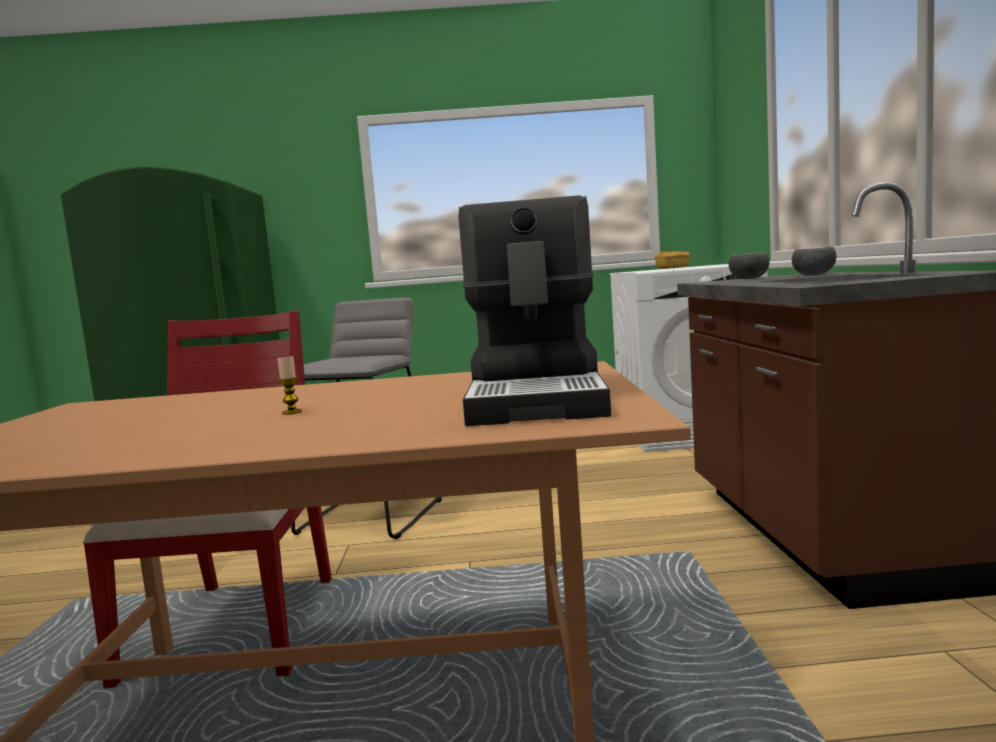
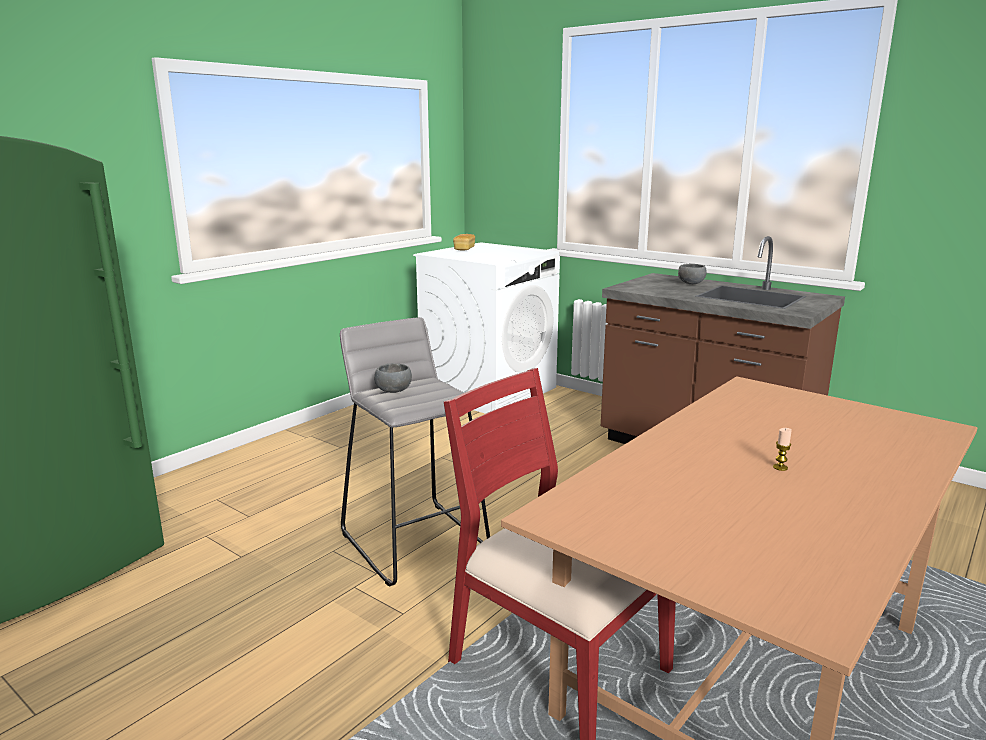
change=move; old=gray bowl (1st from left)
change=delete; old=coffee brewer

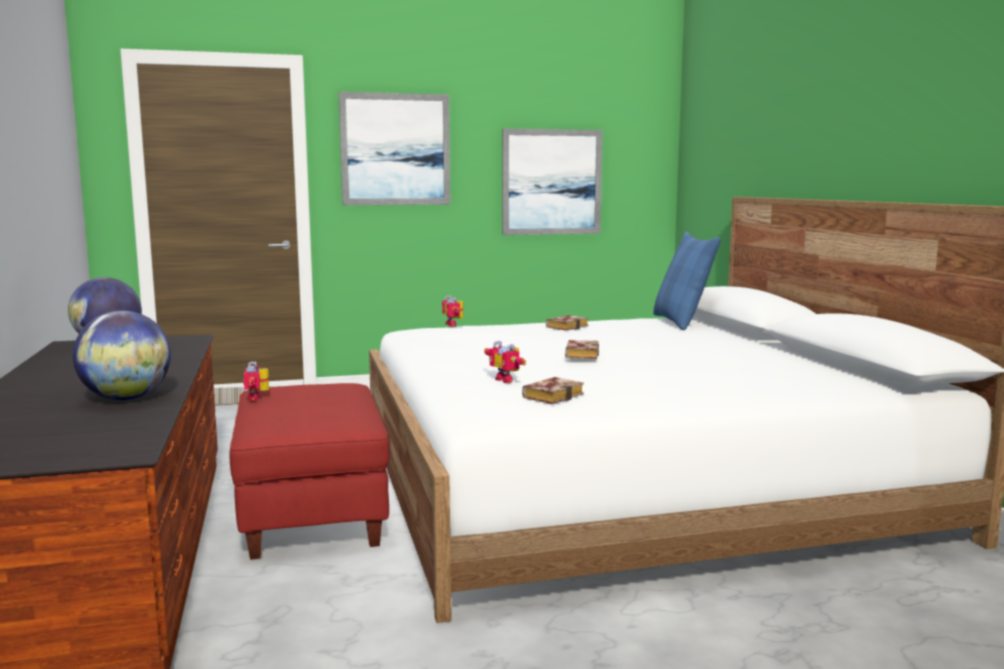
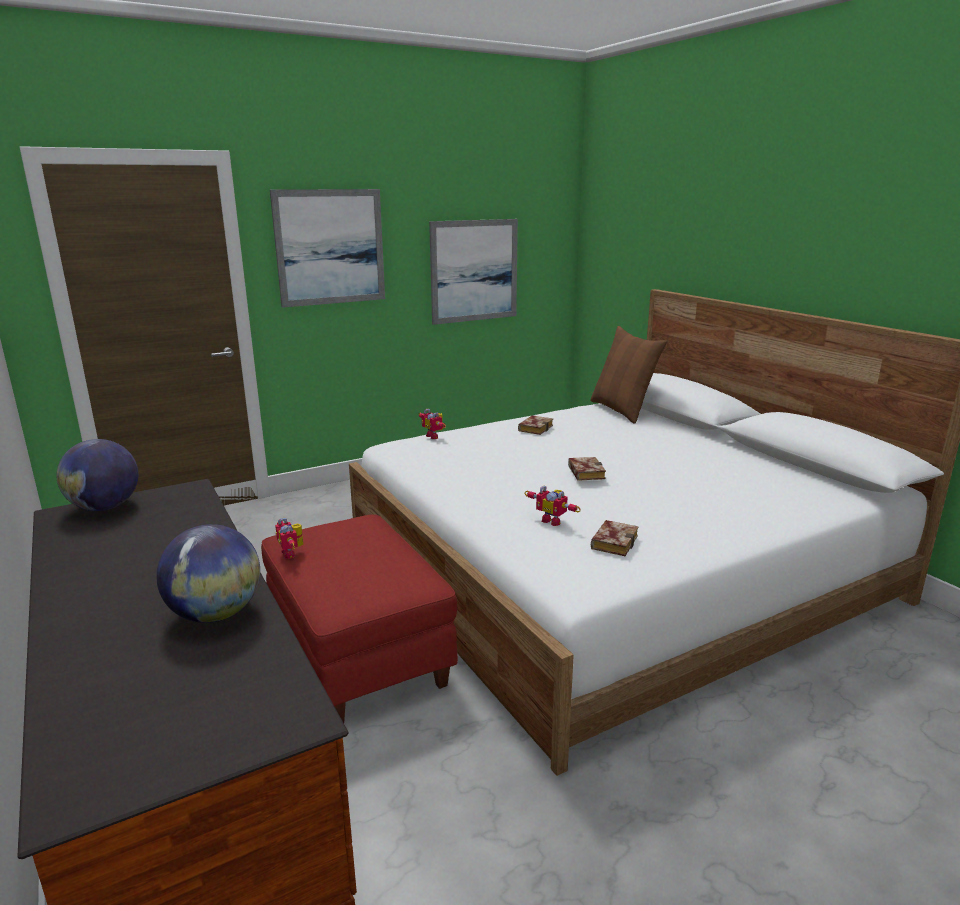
change=recolor; old=blue-coloured throw pillow; new=brown throw pillow

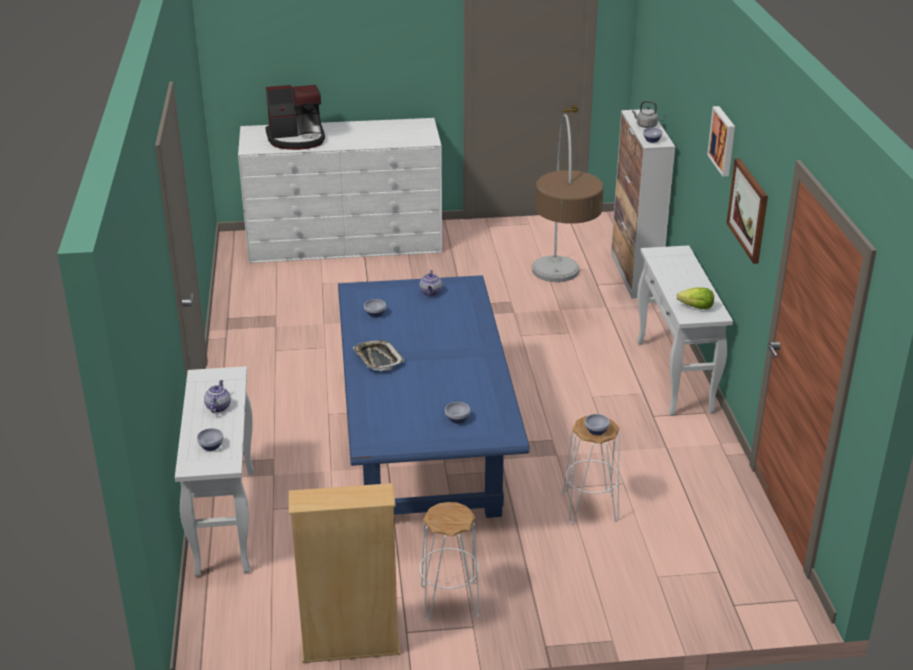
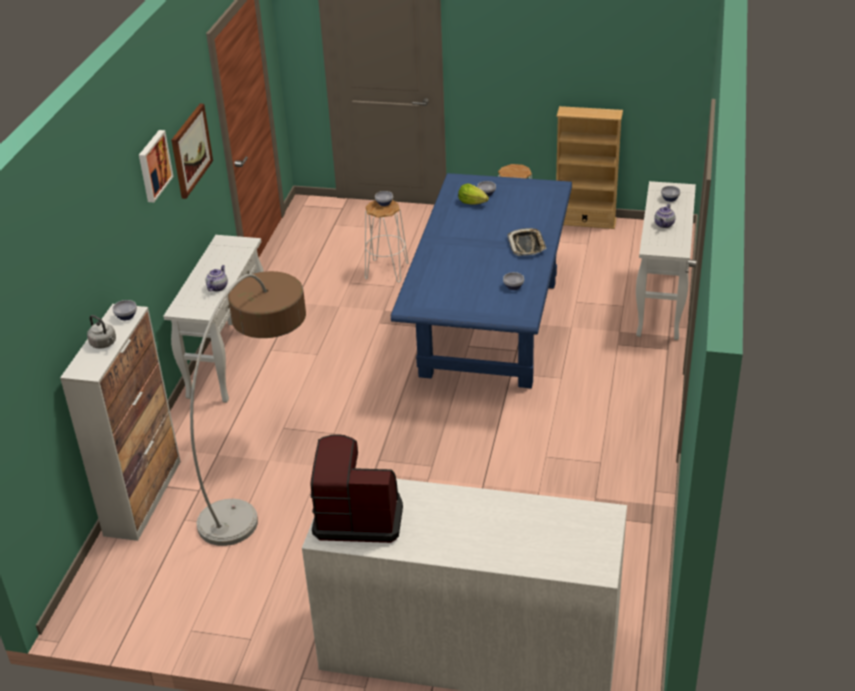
change=move; old=teapot (2nd from left in the first image); new=teapot (1st from left)
change=move; old=coffee brewer
change=move; old=lettuce head

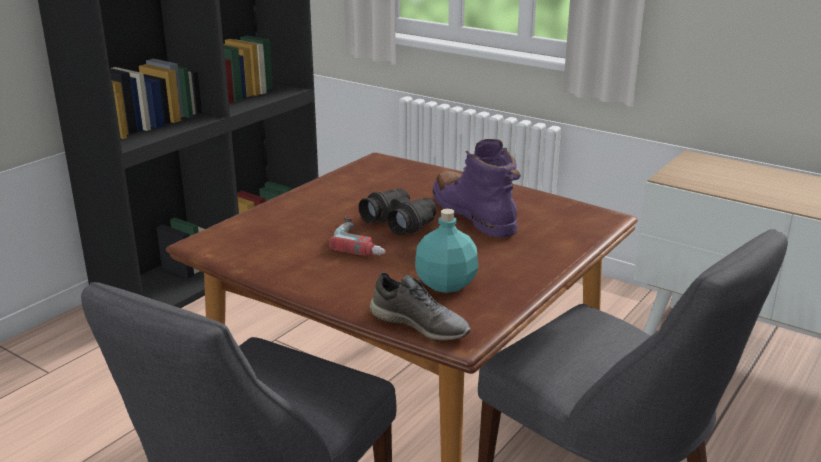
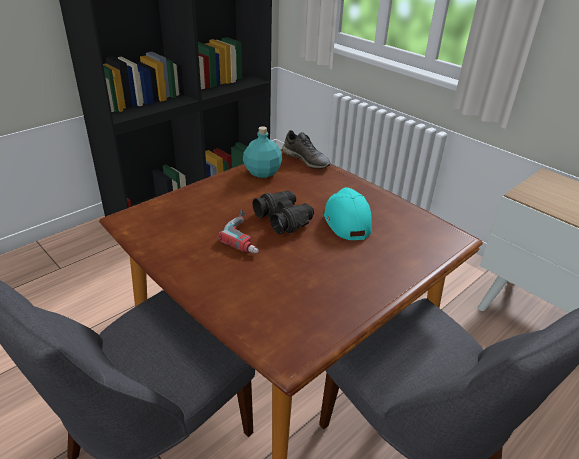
change=move; old=turquoise beverage bottle
change=move; old=gray shoe
change=replace; old=purple-coloured boot; new=turquoise baseball cap

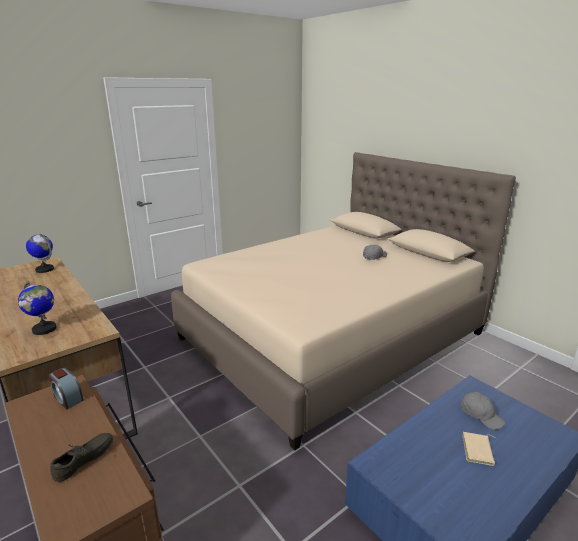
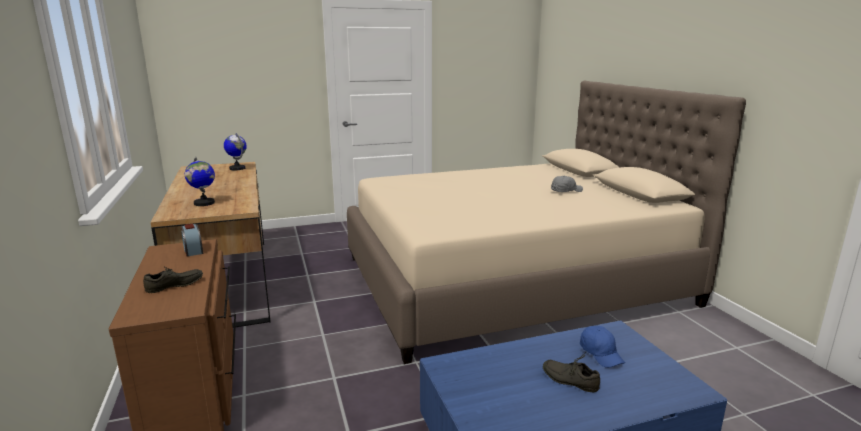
change=replace; old=beige-coloured book; new=gray shoe (2nd from left)
change=recolor; old=gray baseball cap (2nd from left); new=blue-coloured baseball cap

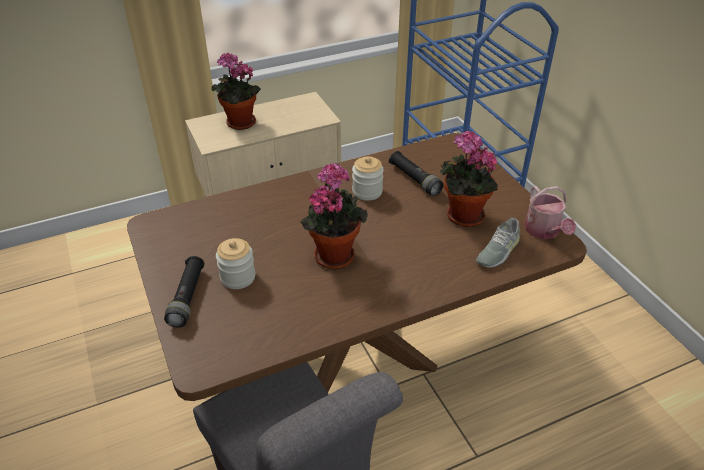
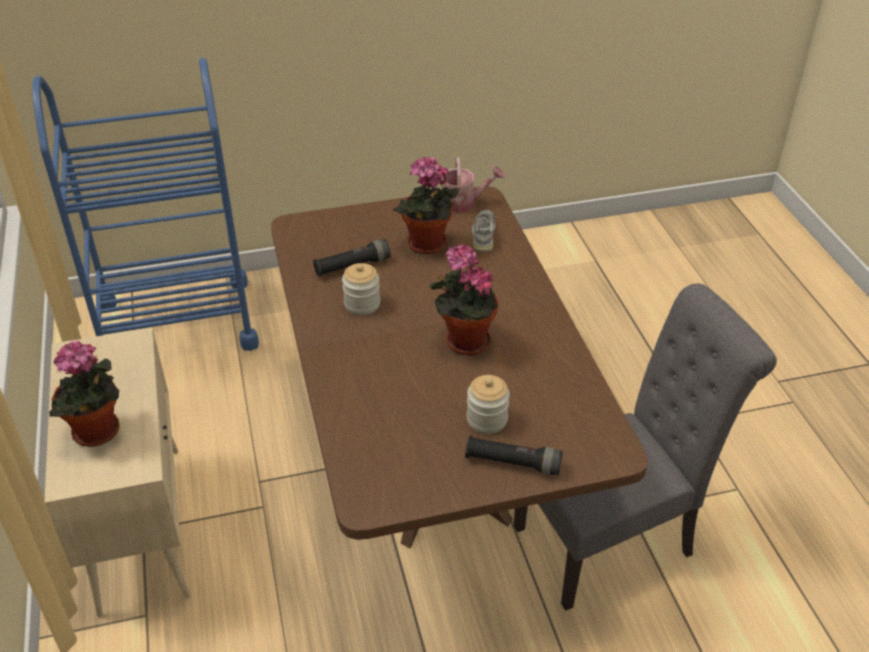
change=rotate; old=gray shoe; degrees=-135

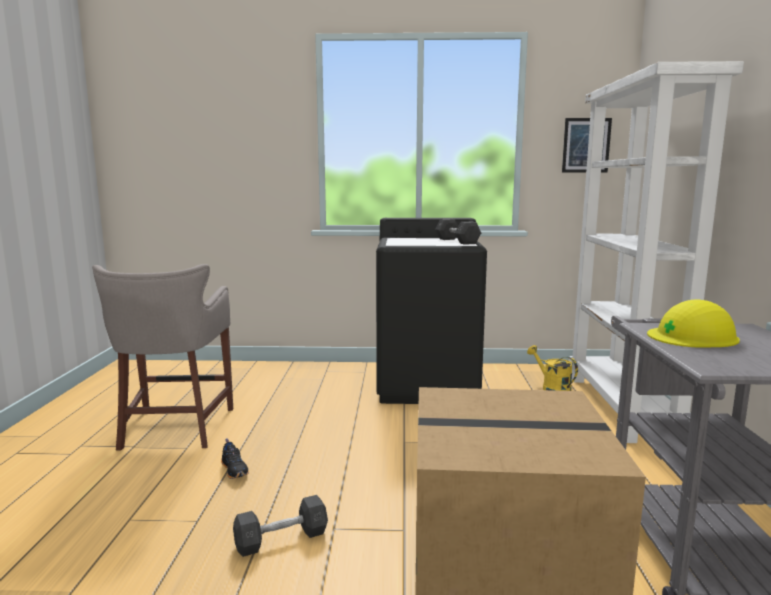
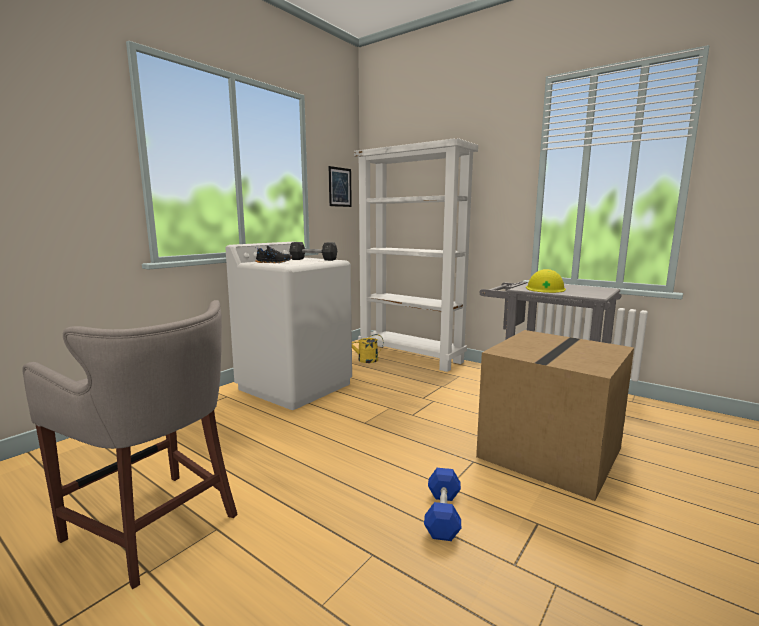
change=recolor; old=black laundry machine; new=white laundry machine
change=move; old=black shoe
change=recolor; old=gray dumbbell (1st from left); new=blue-coloured dumbbell

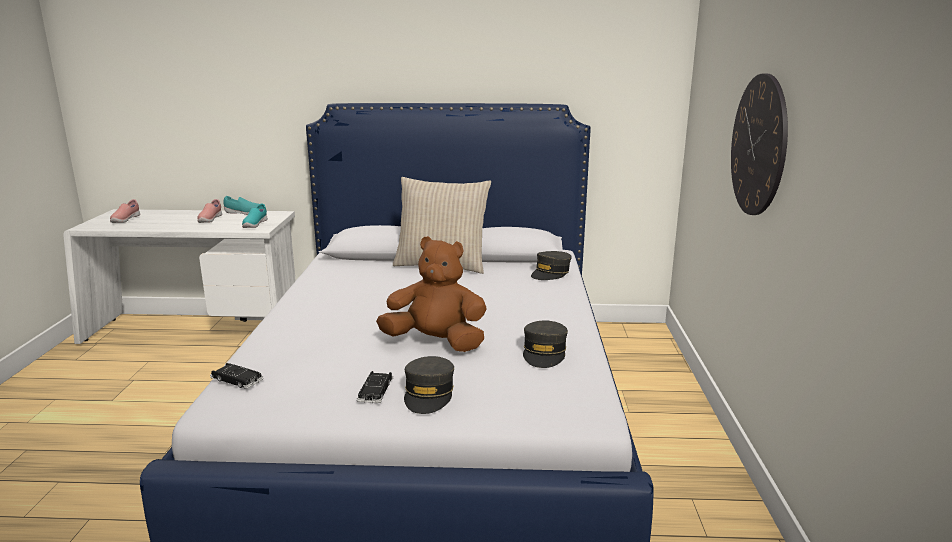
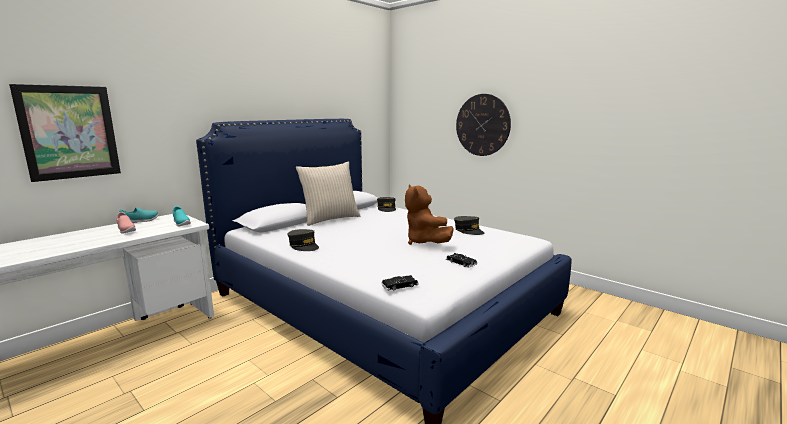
change=insert; new=picture
change=move; old=gray baseball cap (1st from left)
change=rotate; old=brown cuddly toy; degrees=-75
change=delete; old=pinkish shoe (1st from left)

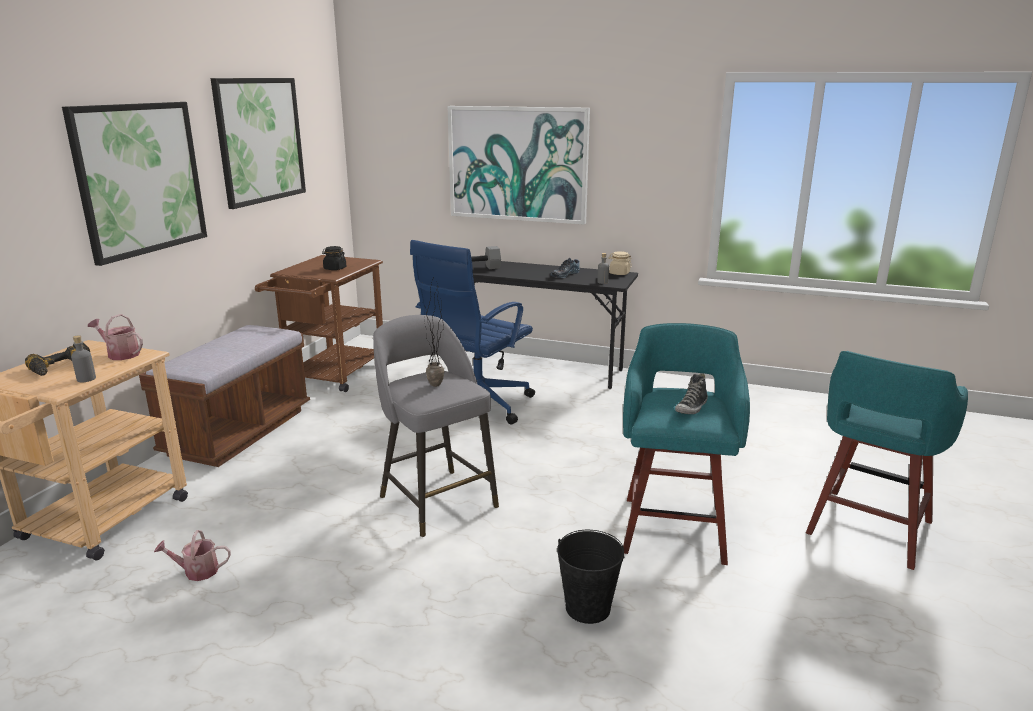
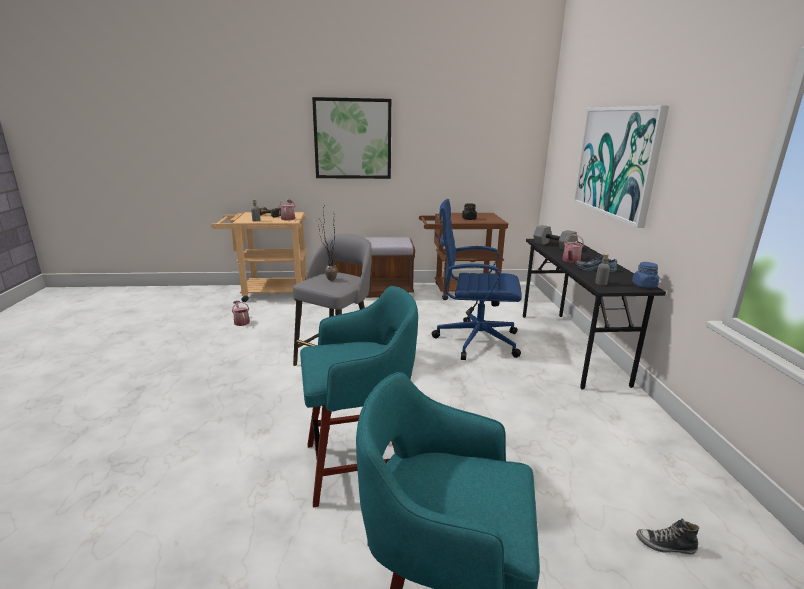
change=insert; new=sprinkling can (3rd from left)
change=recolor; old=beige-coloured storage jar; new=blue-coloured storage jar
change=move; old=shoe (2nd from left)
change=delete; old=picture (2nd from left)
change=delete; old=black water bucket

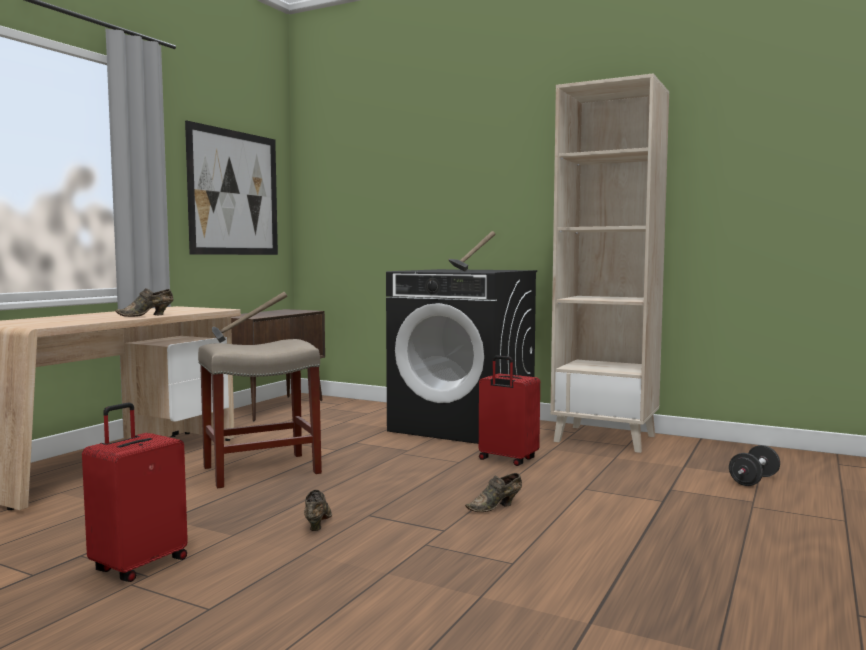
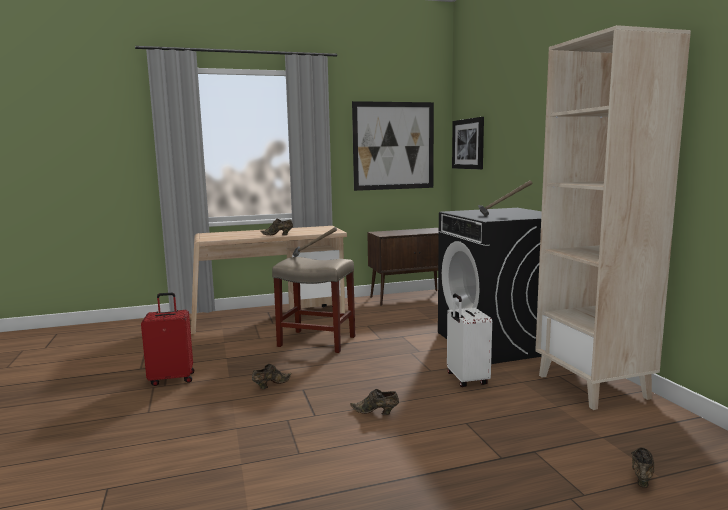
change=recolor; old=red-coloured piece of luggage (2nd from left); new=white piece of luggage
change=insert; new=picture (2nd from left)
change=replace; old=black dumbbell; new=brown shoe (4th from left)

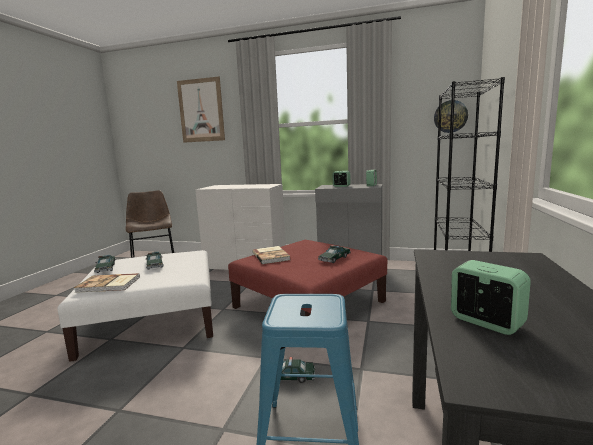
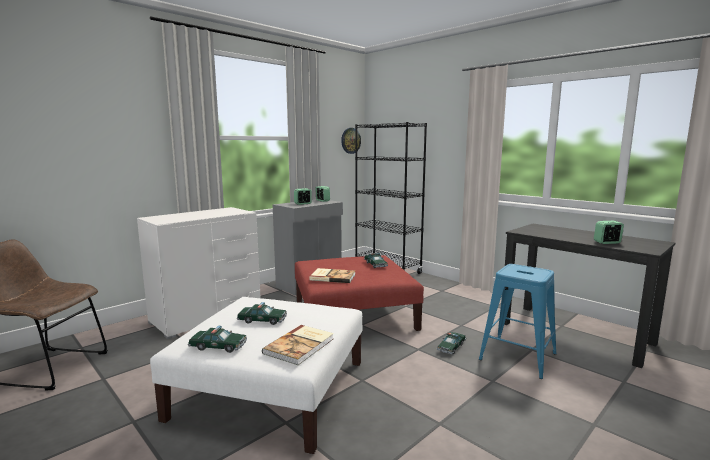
change=delete; old=picture

